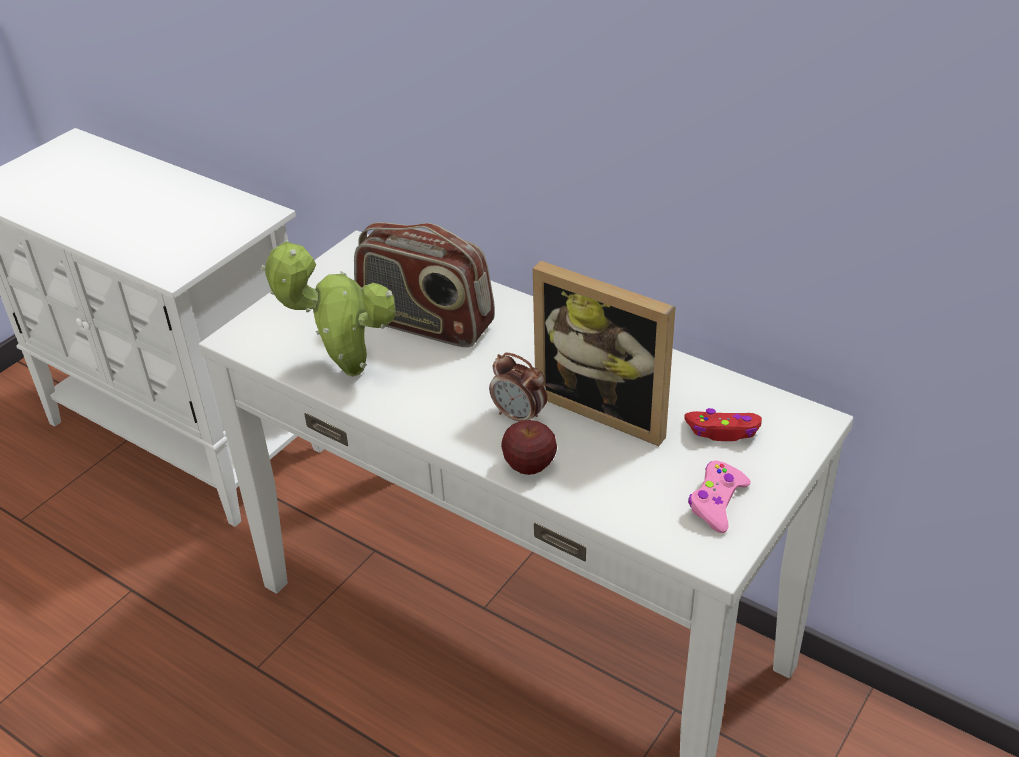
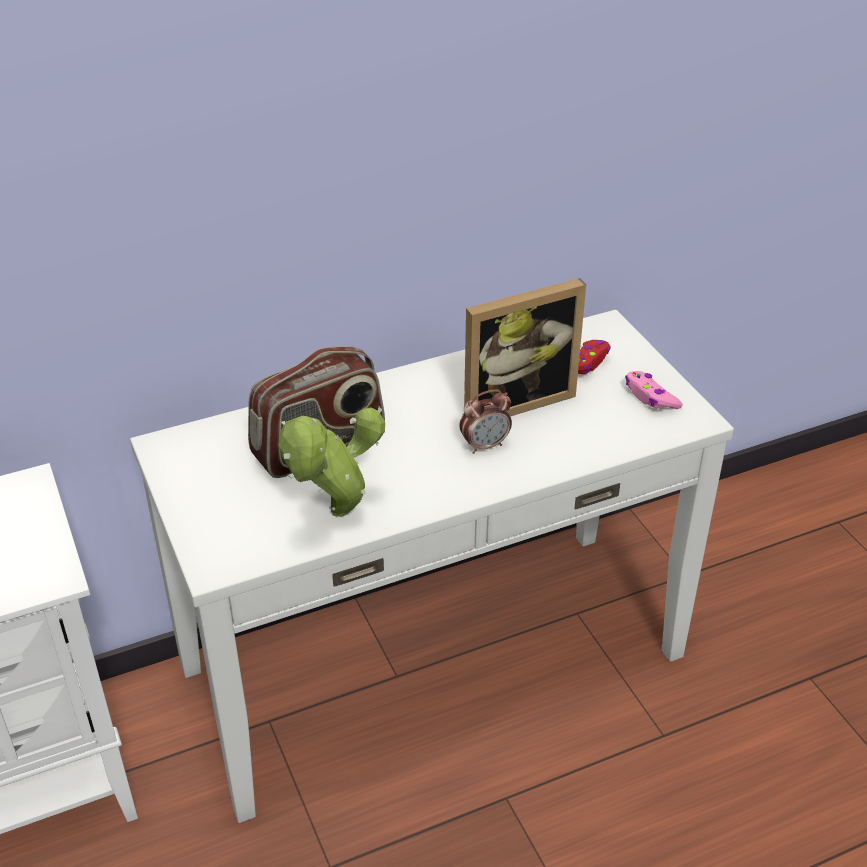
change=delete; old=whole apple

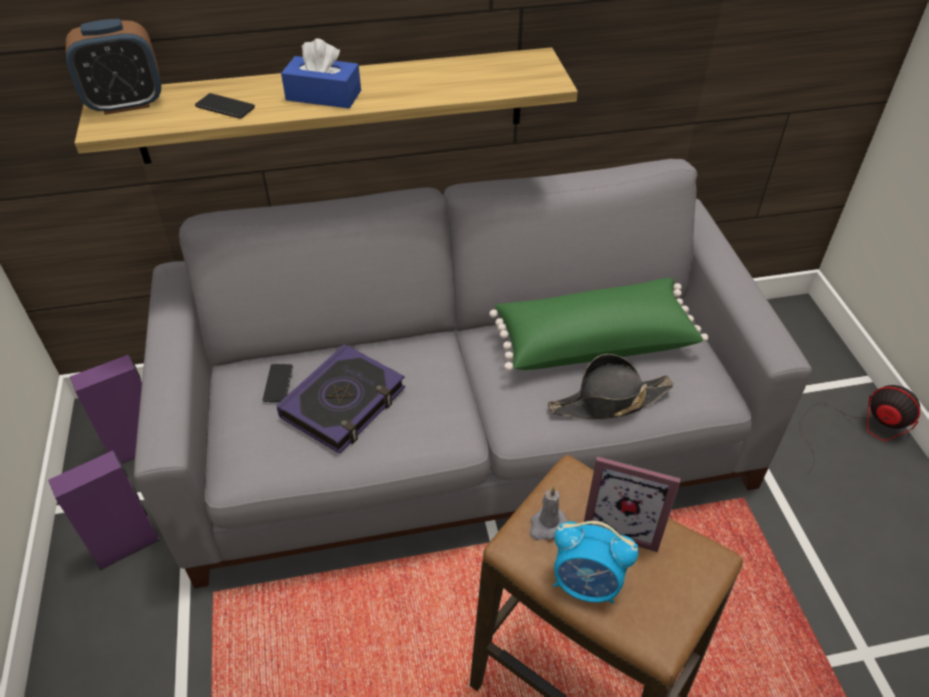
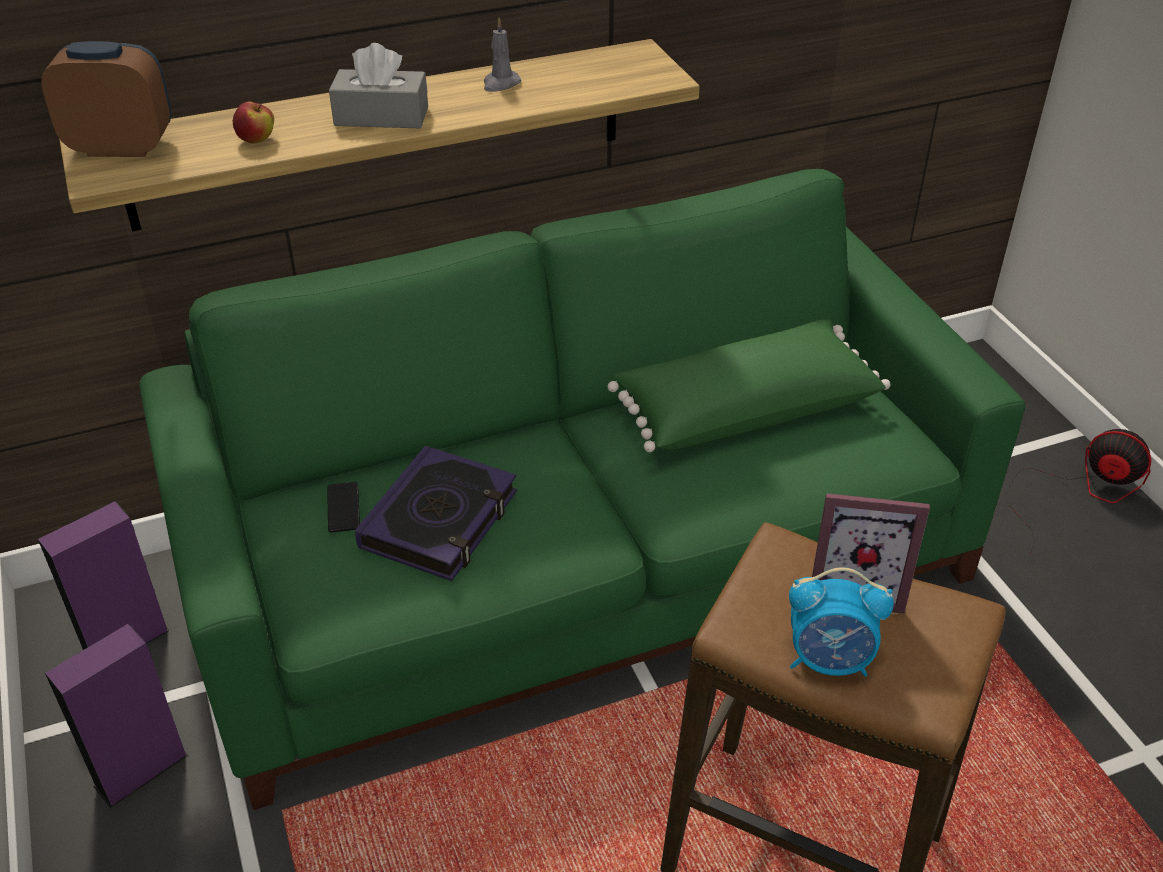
change=rotate; old=alarm clock (1st from left); degrees=-150
change=recolor; old=gray sofa; new=green-coloured sofa
change=replace; old=phone (1st from left); new=whole apple
change=recolor; old=blue-coloured box of tissues; new=gray box of tissues
change=move; old=gray wax light
change=delete; old=black clothing hat

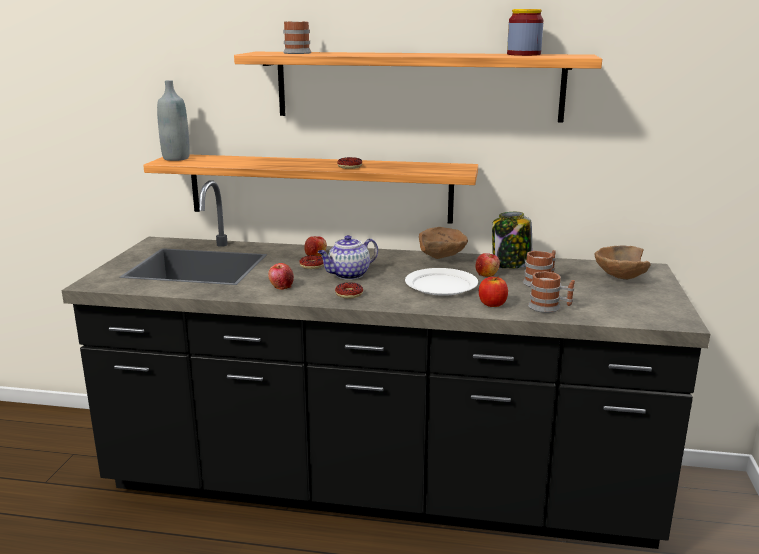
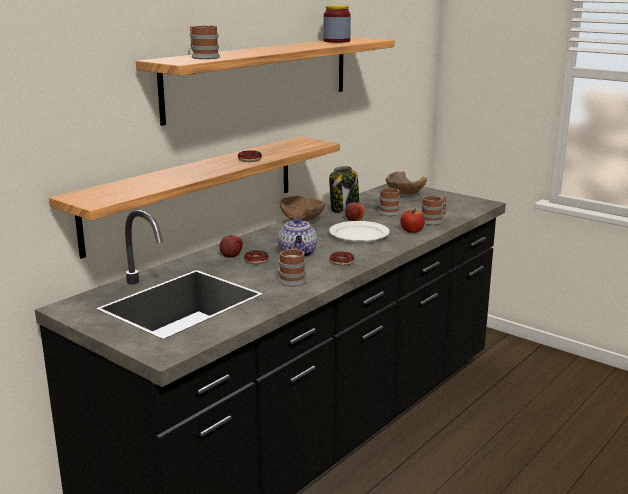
change=replace; old=whole apple (1st from left); new=tea mug (2nd from left)
change=delete; old=gray beverage bottle

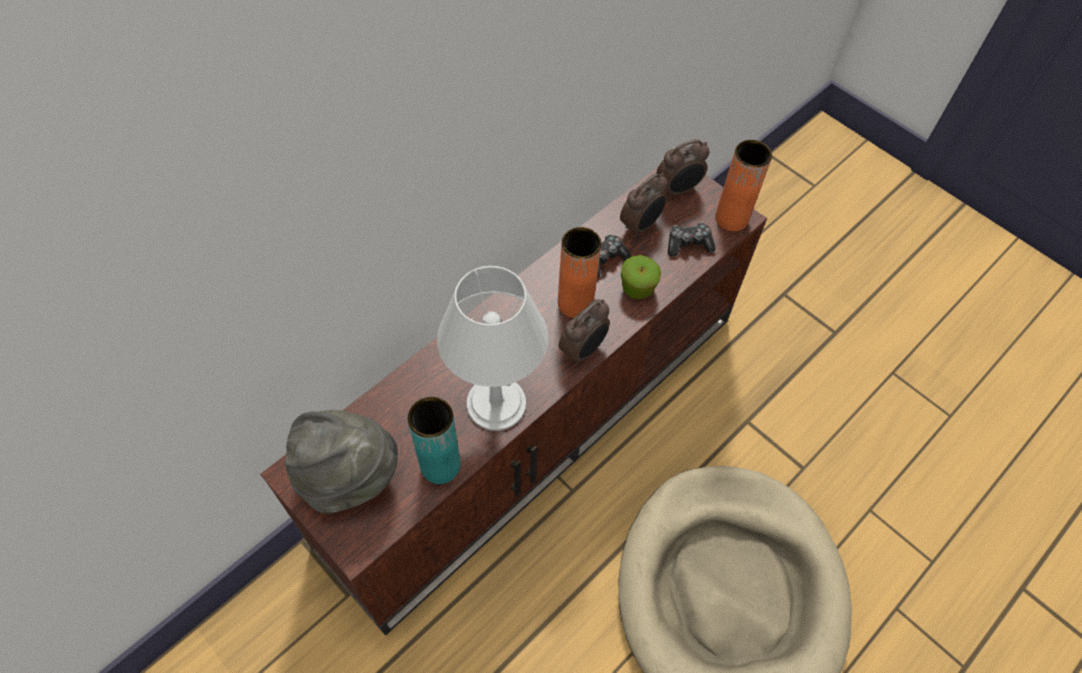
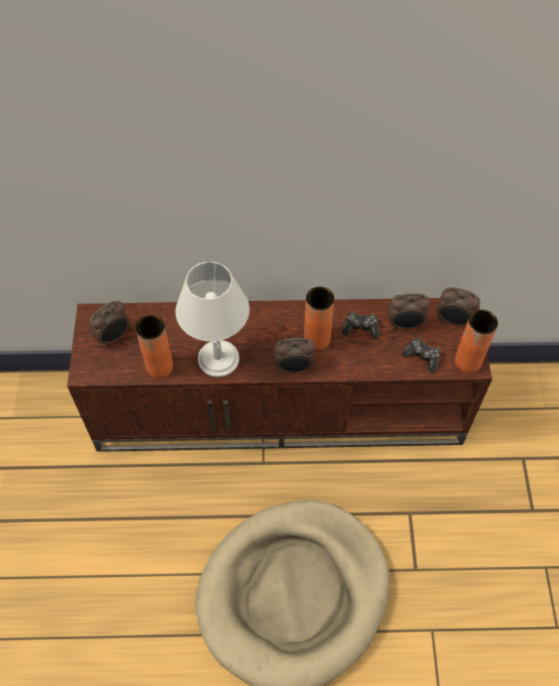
change=replace; old=gray clothing hat; new=alarm clock (1st from left)
change=recolor; old=turquoise flower vase; new=orange-coloured flower vase (1st from left)
change=delete; old=whole apple

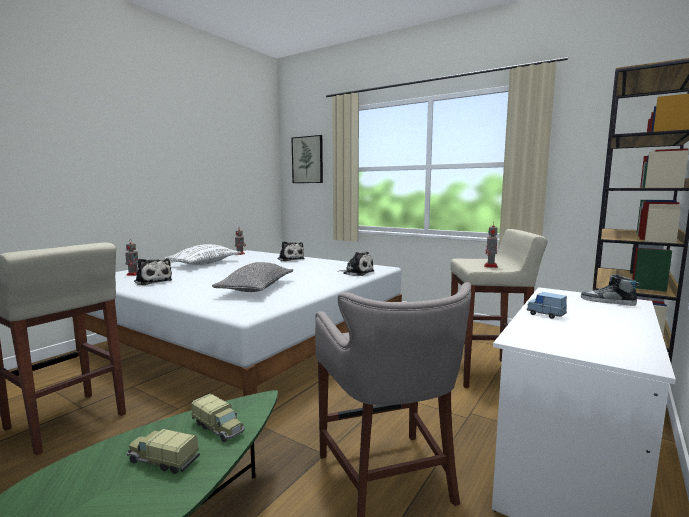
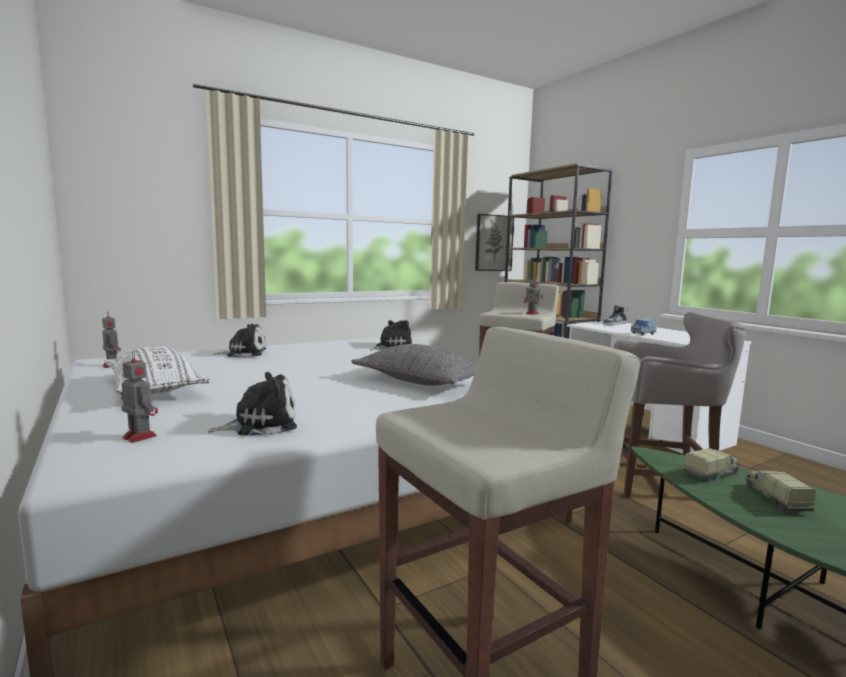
change=move; old=picture
change=rotate; old=toy lorry (1st from left in the first image); degrees=135

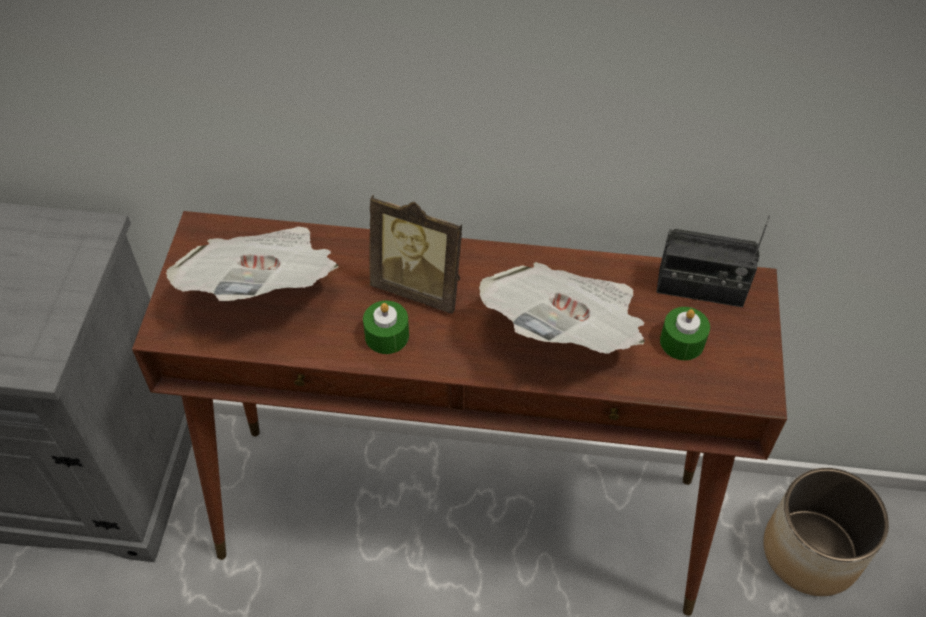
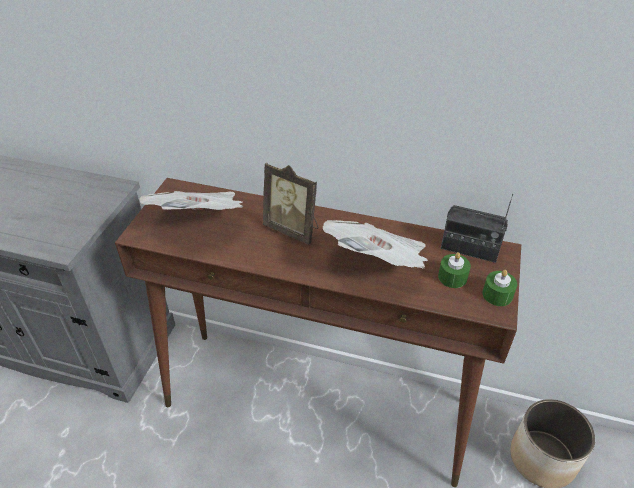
change=move; old=green-coloured wax light (1st from left in the first image); new=green-coloured wax light (2nd from left)

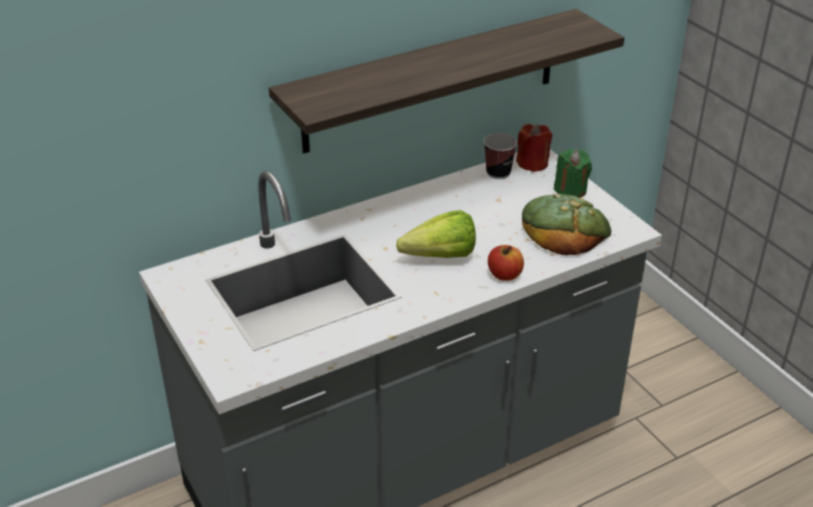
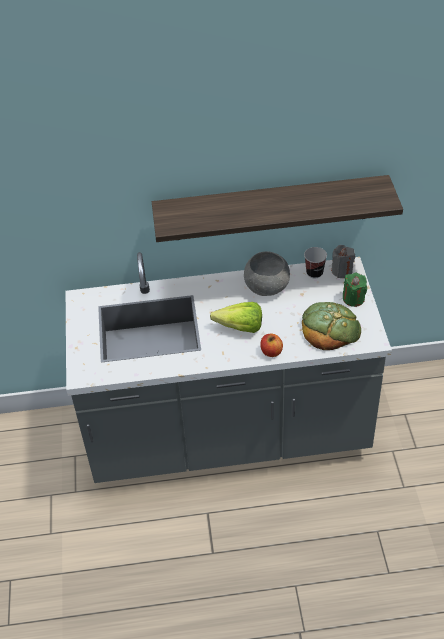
change=insert; new=gray bowl
change=recolor; old=red-coloured wax light; new=gray wax light

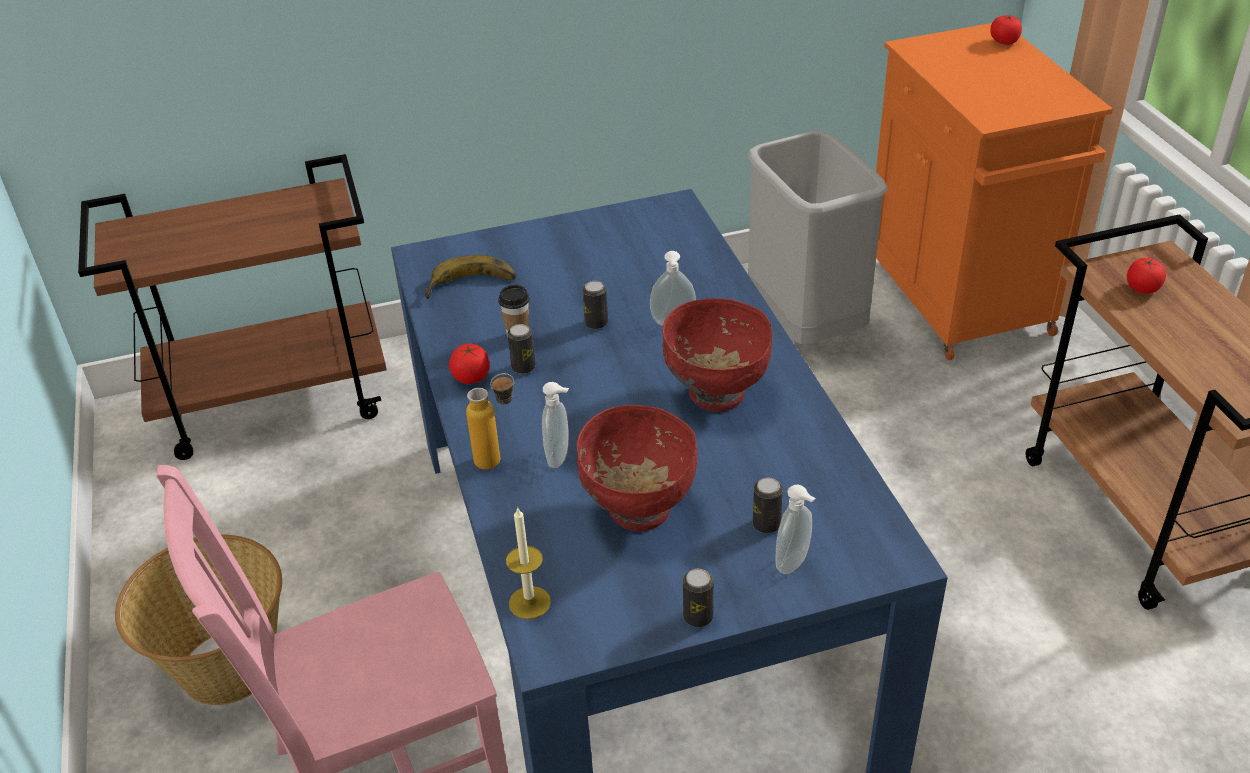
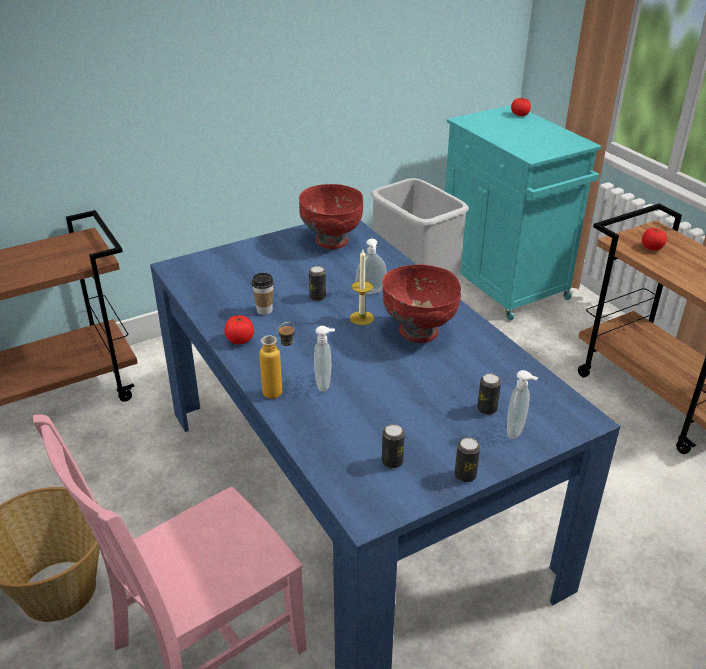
change=move; old=red-coloured bowl (1st from left)
change=move; old=wax light
change=move; old=sealed can (1st from left in the first image); new=sealed can (2nd from left)
change=recolor; old=orange-coloured cabinet; new=turquoise cabinet
change=delete; old=banana

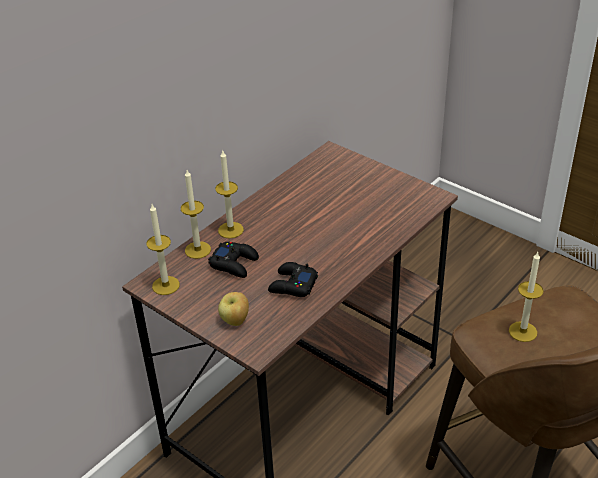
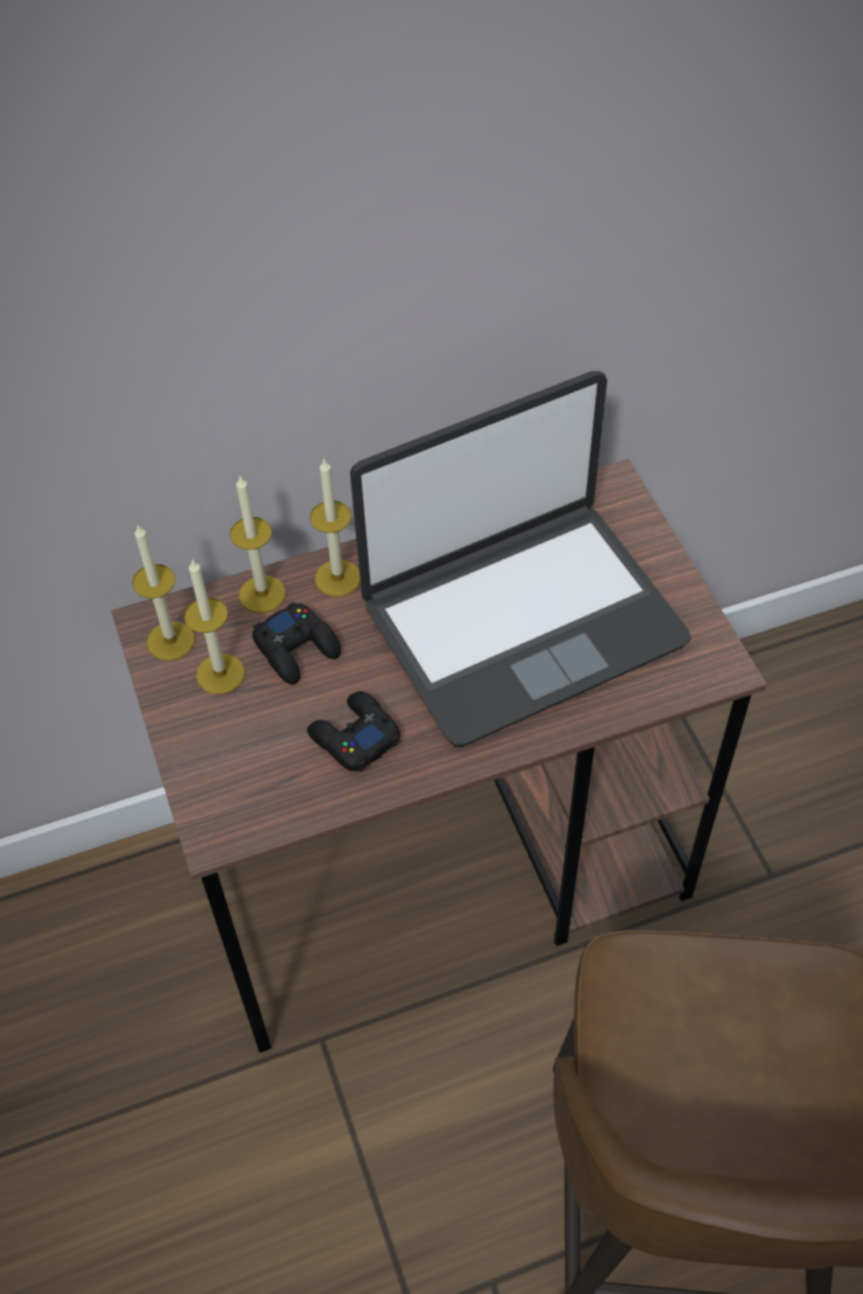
change=move; old=wax light (4th from left in the first image); new=wax light (2nd from left)
change=insert; new=notebook computer
change=delete; old=whole apple

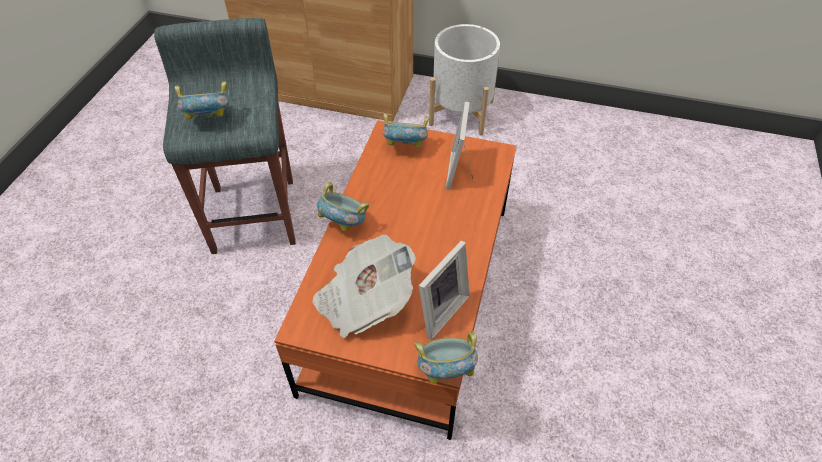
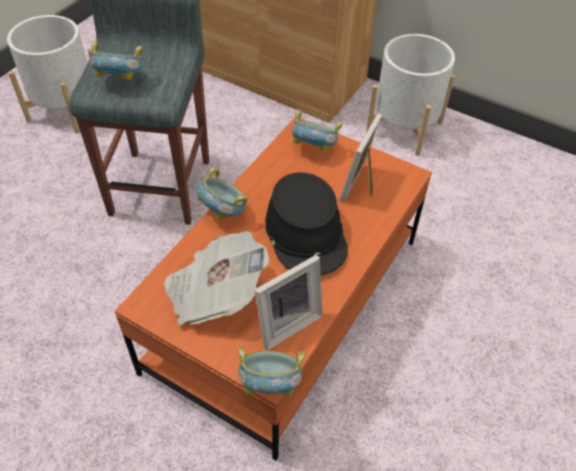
change=insert; new=white flower pot (1st from left)
change=insert; new=black clothing hat

